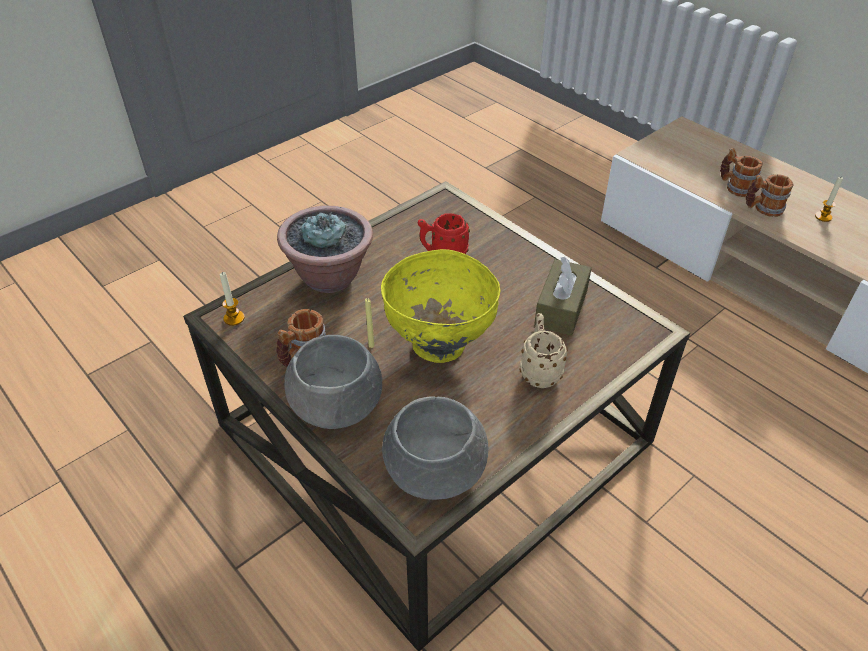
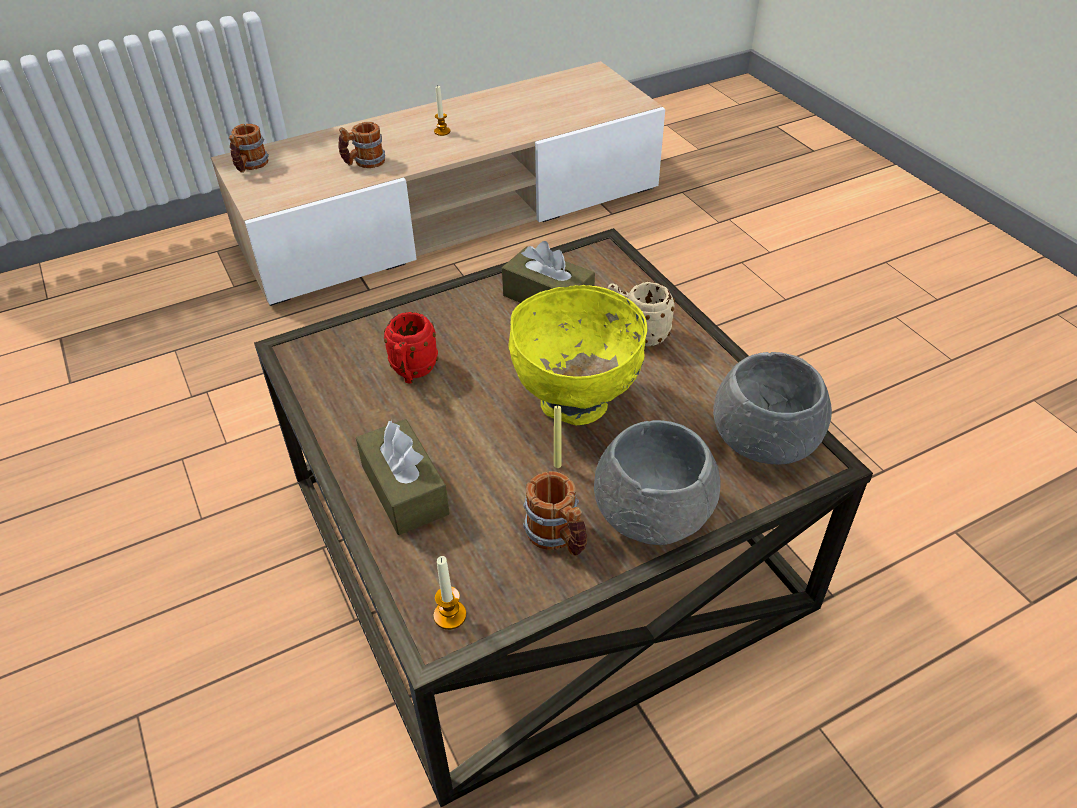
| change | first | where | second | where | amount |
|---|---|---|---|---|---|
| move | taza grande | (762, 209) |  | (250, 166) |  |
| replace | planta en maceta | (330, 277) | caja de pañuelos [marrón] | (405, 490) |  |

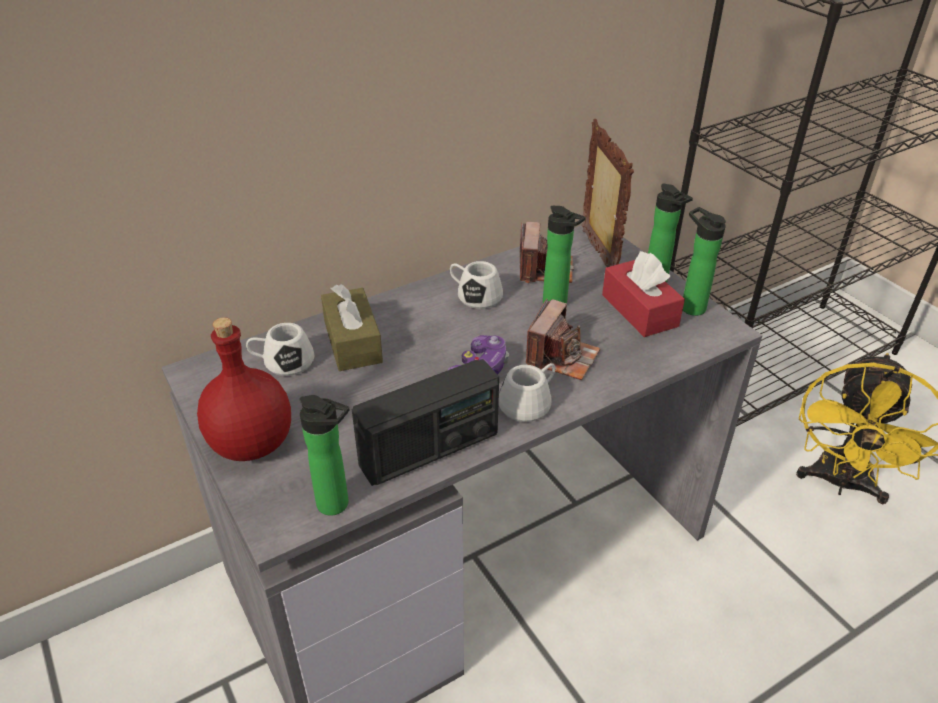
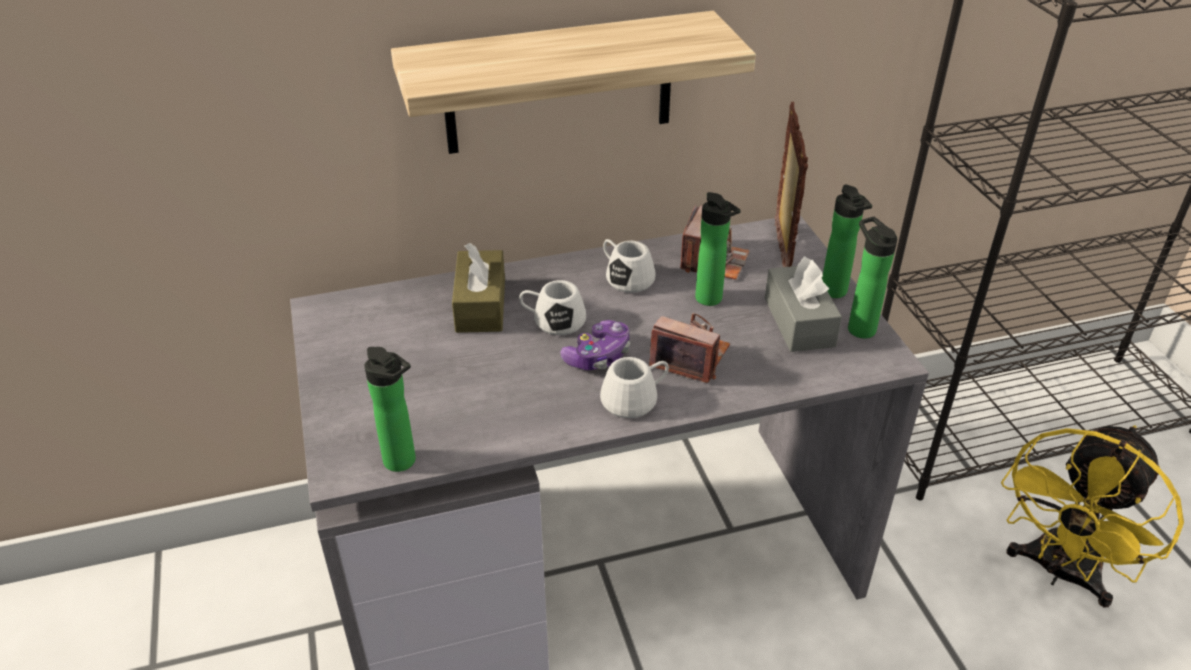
| change | first | where | second | where | amount |
|---|---|---|---|---|---|
| delete | botella [rojo] | (250, 444) |  |  |  |
| delete | radio | (430, 449) |  |  |  |
| insert |  |  | estante | (559, 84) |  |
| move | taza grande [blanco] | (282, 362) |  | (553, 320) |  |
| recolor | caja de pañuelos [rojo] | (639, 310) | caja de pañuelos [gris] | (799, 322) |  |
| rotate | cámara | (561, 357) |  | (690, 357) | 105 degrees counterclockwise |

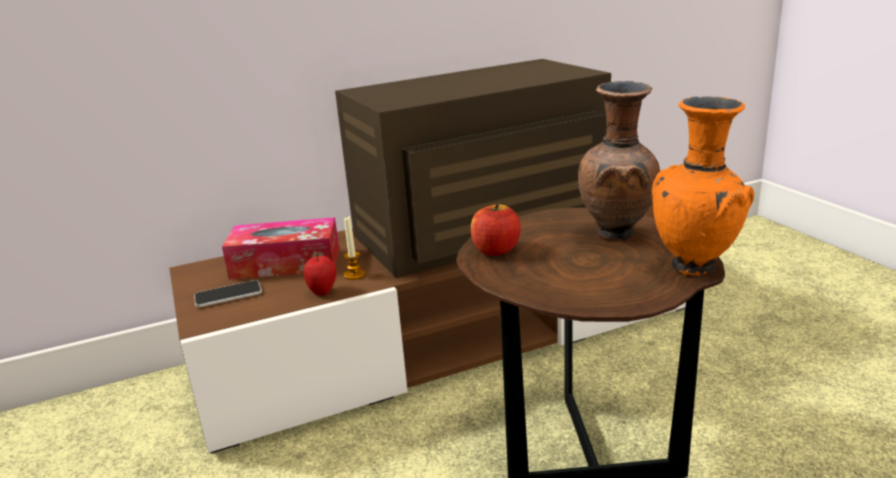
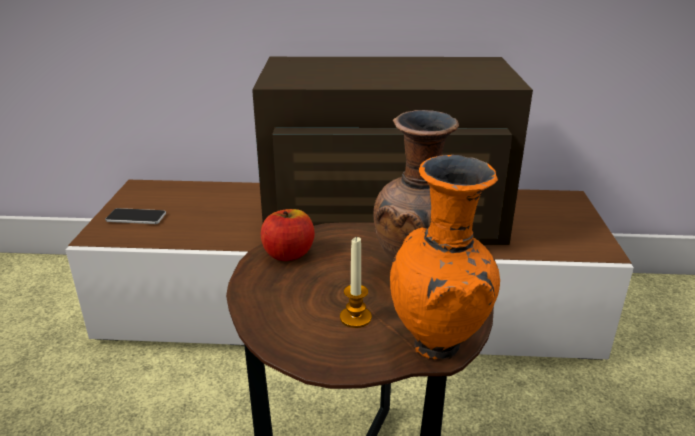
| change | first | where | second | where | amount |
|---|---|---|---|---|---|
| delete | caja de pañuelos | (286, 263) |  |  |  |
| delete | manzana | (322, 292) |  |  |  |
| move | vela | (354, 275) |  | (355, 318) |  |

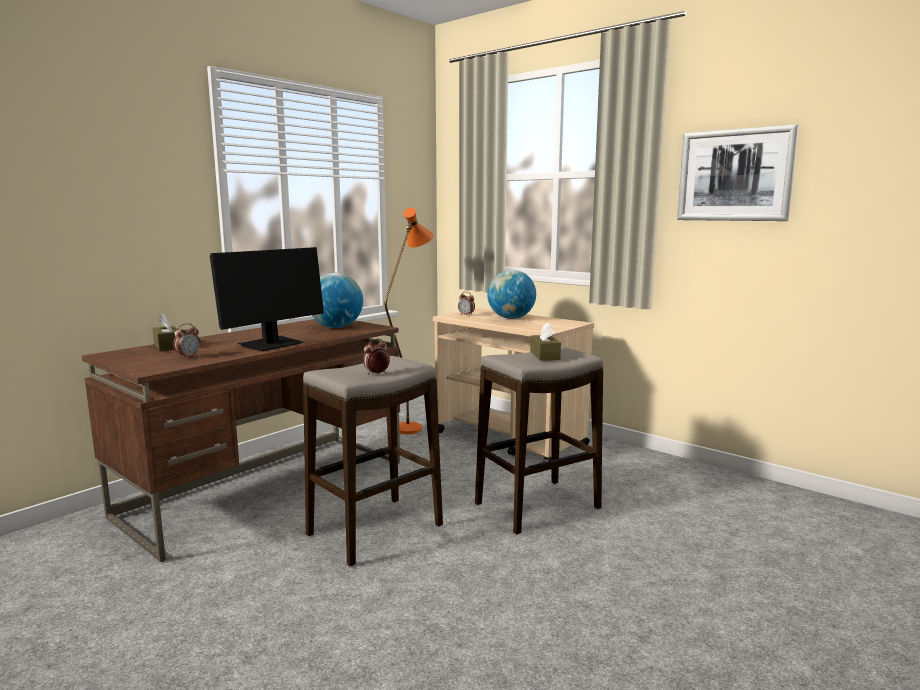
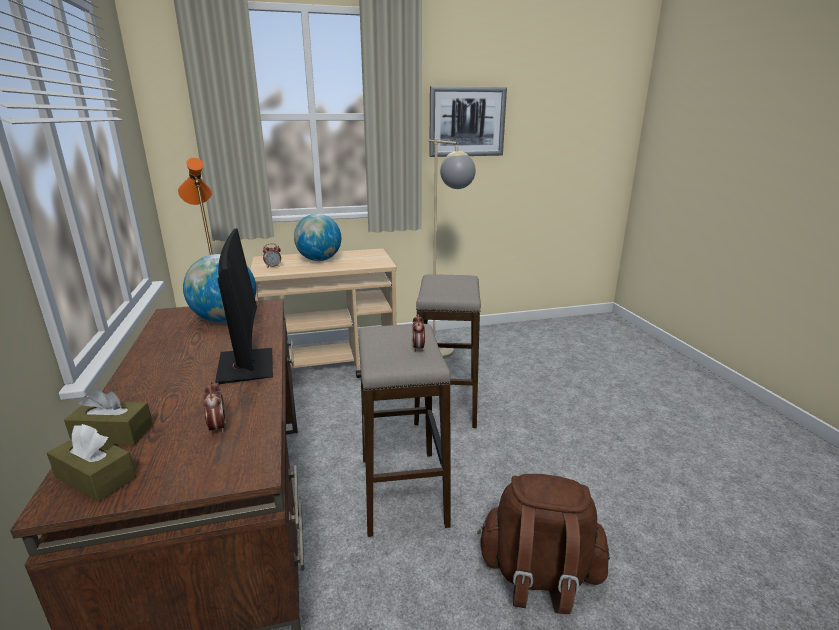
| change | first | where | second | where | amount |
|---|---|---|---|---|---|
| insert |  |  | lámpara de pie [beis] | (443, 356) |  |
| insert |  |  | mochila [marrón] | (539, 575) |  |
| move | caja de pañuelos [marrón] | (544, 355) |  | (96, 478) |  |

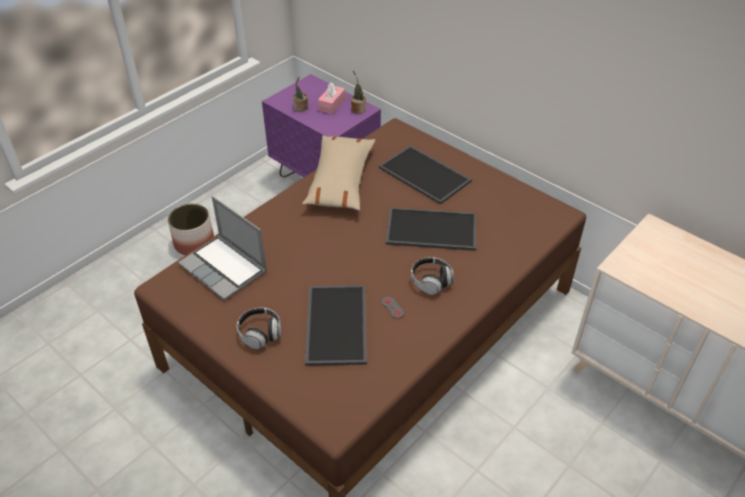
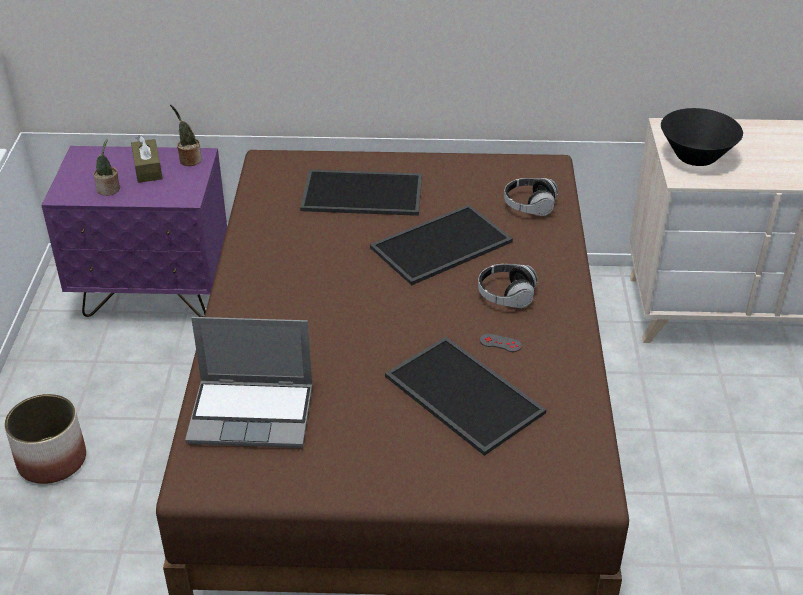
| change | first | where | second | where | amount |
|---|---|---|---|---|---|
| delete | cojín [beis] | (340, 181) |  |  |  |
| insert |  |  | cuenco [negro] | (695, 157) |  |
| move | auriculares | (260, 334) |  | (529, 206) |  |
| recolor | caja de pañuelos [rosa] | (332, 105) | caja de pañuelos [marrón] | (148, 169) |  |

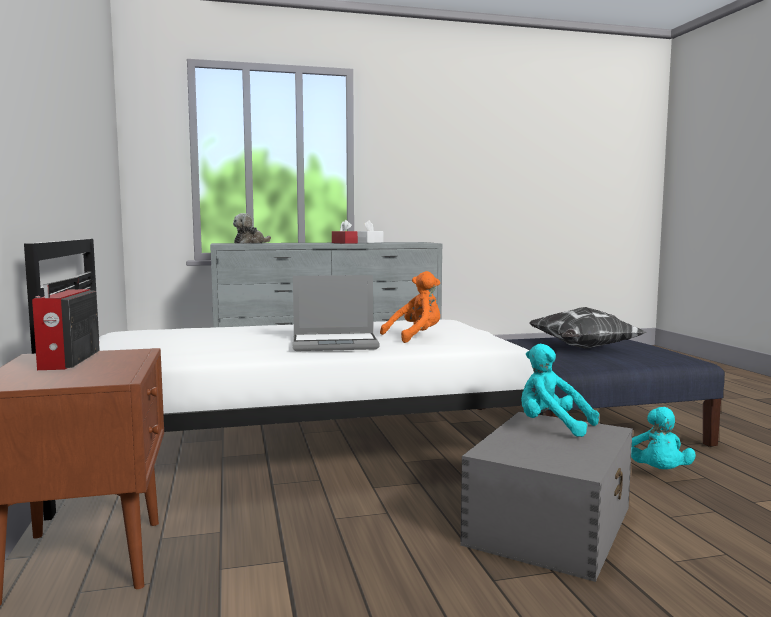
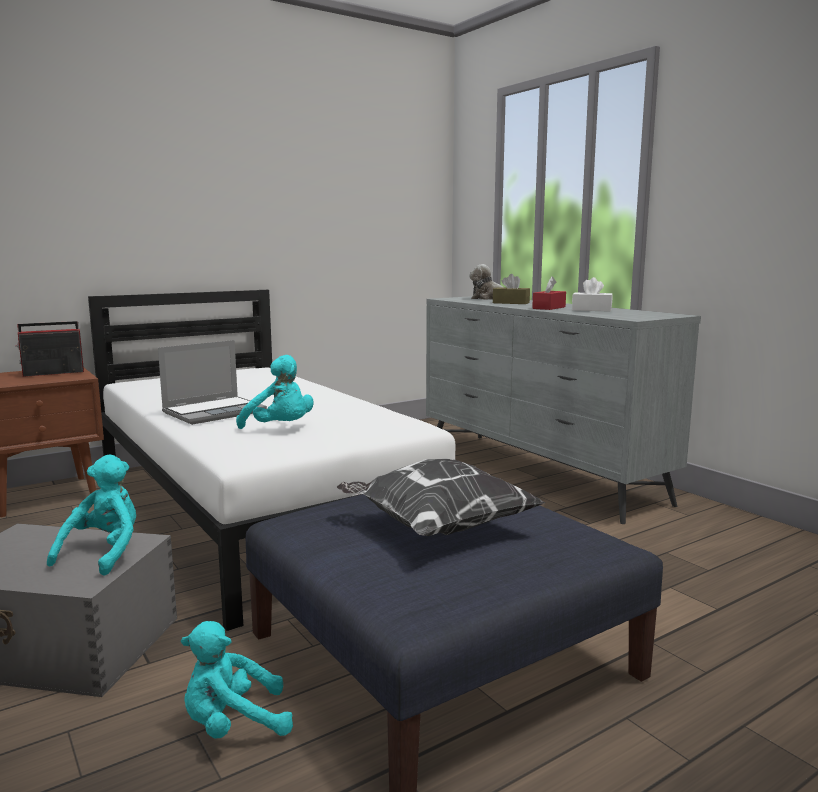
| change | first | where | second | where | amount |
|---|---|---|---|---|---|
| insert |  |  | caja de pañuelos [marrón] | (511, 303) |  |
| recolor | peluche [naranja] | (416, 337) | peluche [turquesa] | (280, 429) |  |
| rotate | portátil | (336, 344) |  | (215, 412) | 105 degrees counterclockwise |

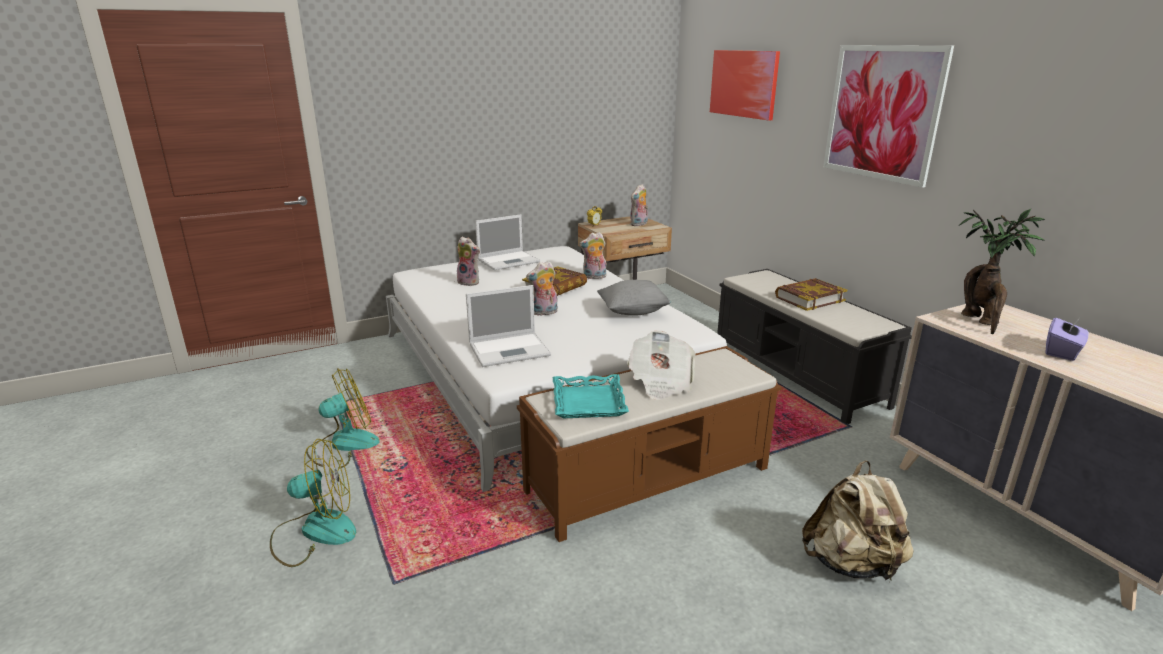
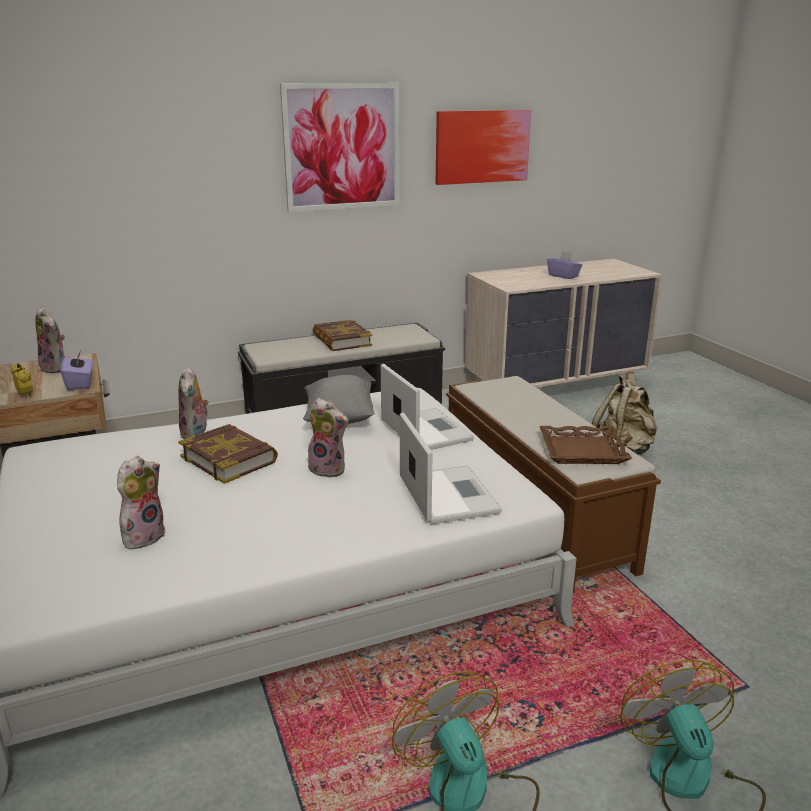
| change | first | where | second | where | amount |
|---|---|---|---|---|---|
| delete | periódico | (660, 382) |  |  |  |
| delete | planta en maceta | (980, 322) |  |  |  |
| insert |  |  | caja de pañuelos [morado] | (80, 383) |  |
| move | portátil | (509, 260) |  | (424, 430) |  |
| move | cuadro | (744, 83) |  | (482, 146) |  |
| recolor | bandeja [turquesa] | (588, 402) | bandeja [marrón] | (582, 451) |  |
| rotate | peluche | (544, 313) |  | (329, 469) | 45 degrees counterclockwise |

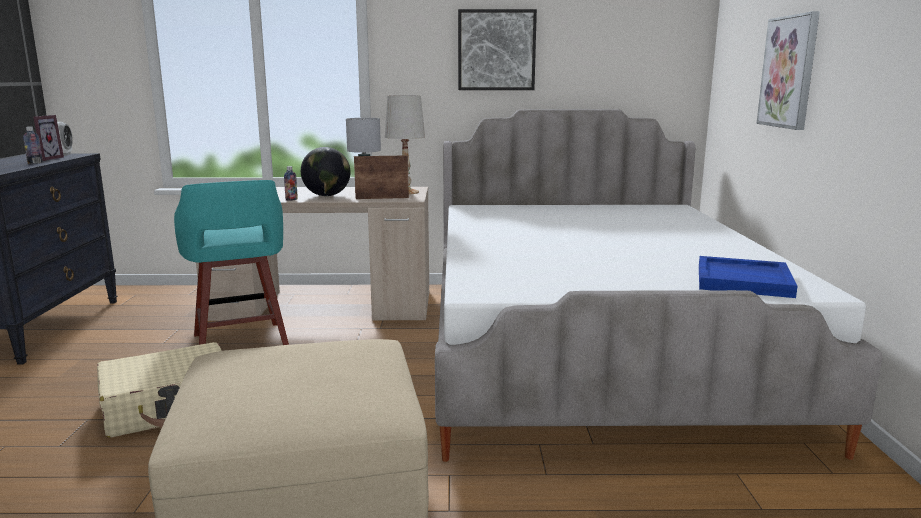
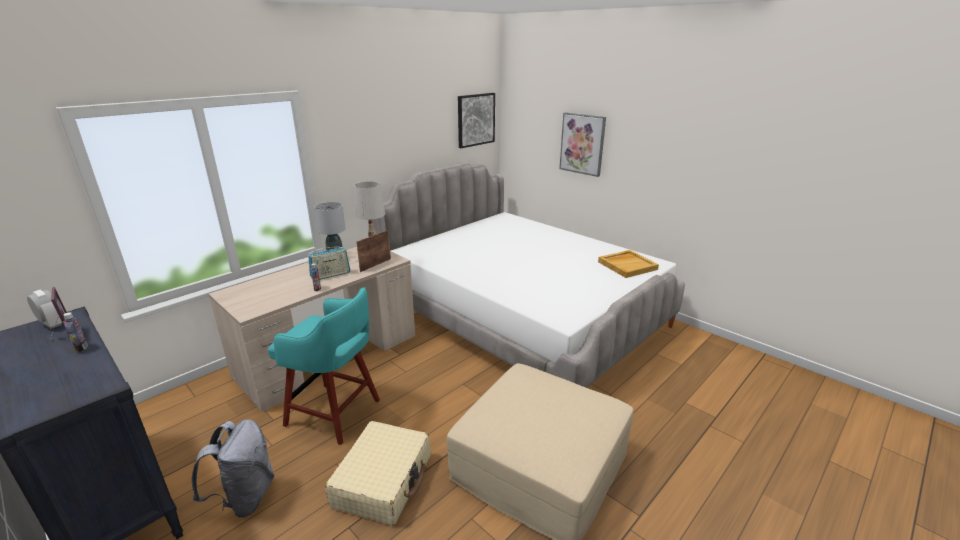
| change | first | where | second | where | amount |
|---|---|---|---|---|---|
| insert |  |  | mochila [gris] | (245, 497) |  |
| move | cuadro | (496, 50) |  | (475, 120) |  |
| replace | globo terráqueo | (327, 195) | radio | (330, 275) |  |
| recolor | bandeja [azul] | (744, 280) | bandeja [beis] | (627, 265) |  |

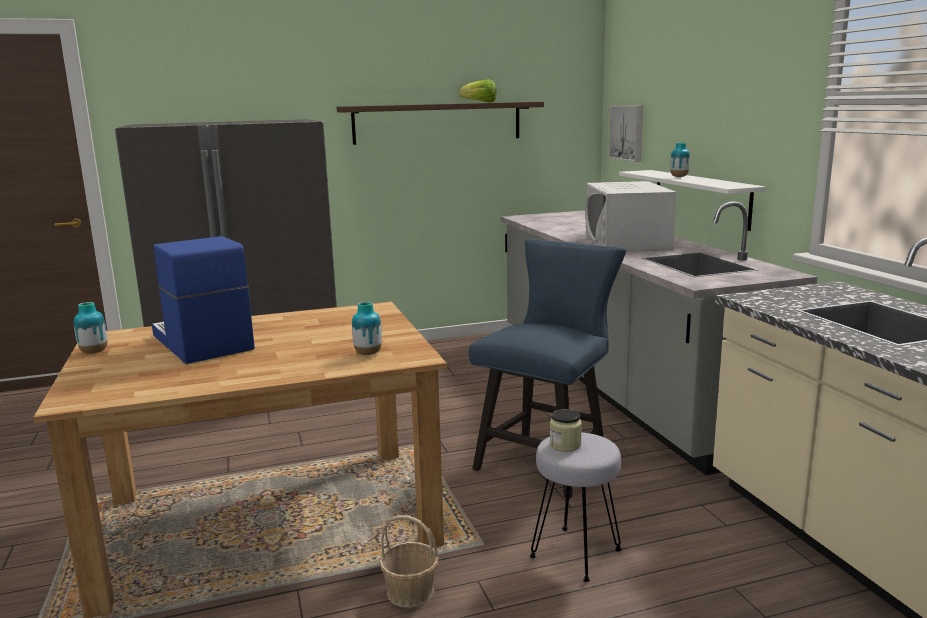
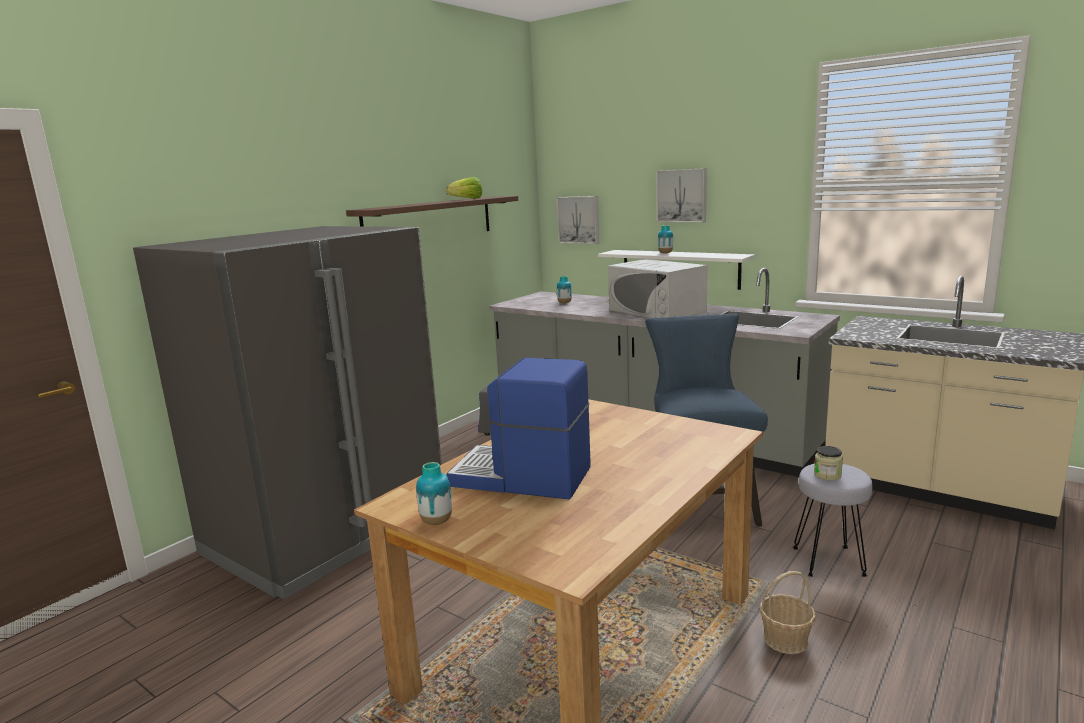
| change | first | where | second | where | amount |
|---|---|---|---|---|---|
| insert |  |  | cuadro | (682, 195) |  |
| move | florero | (368, 353) |  | (564, 303) |  |

